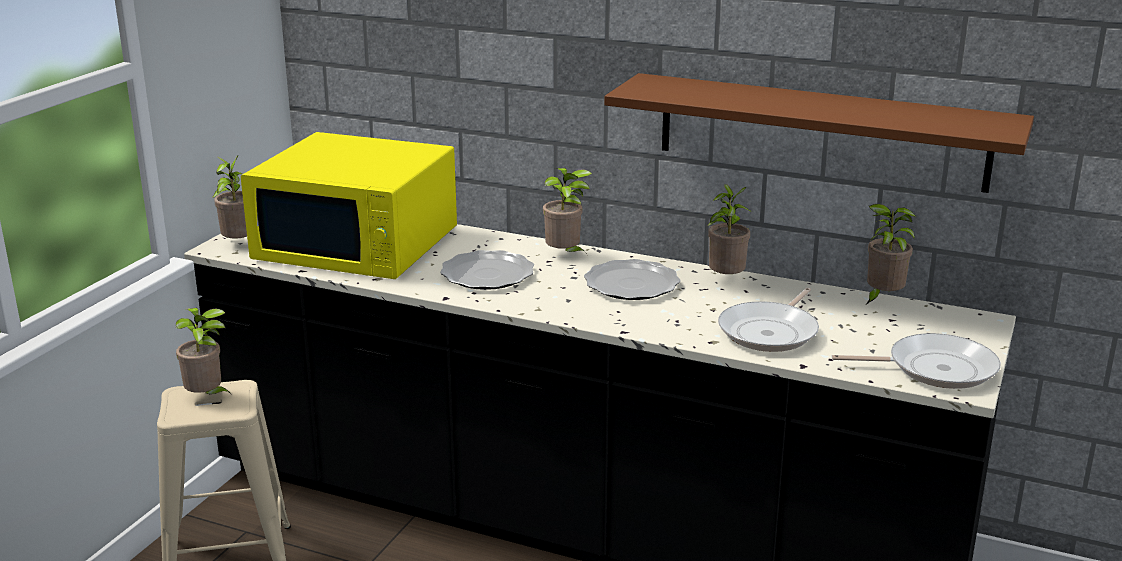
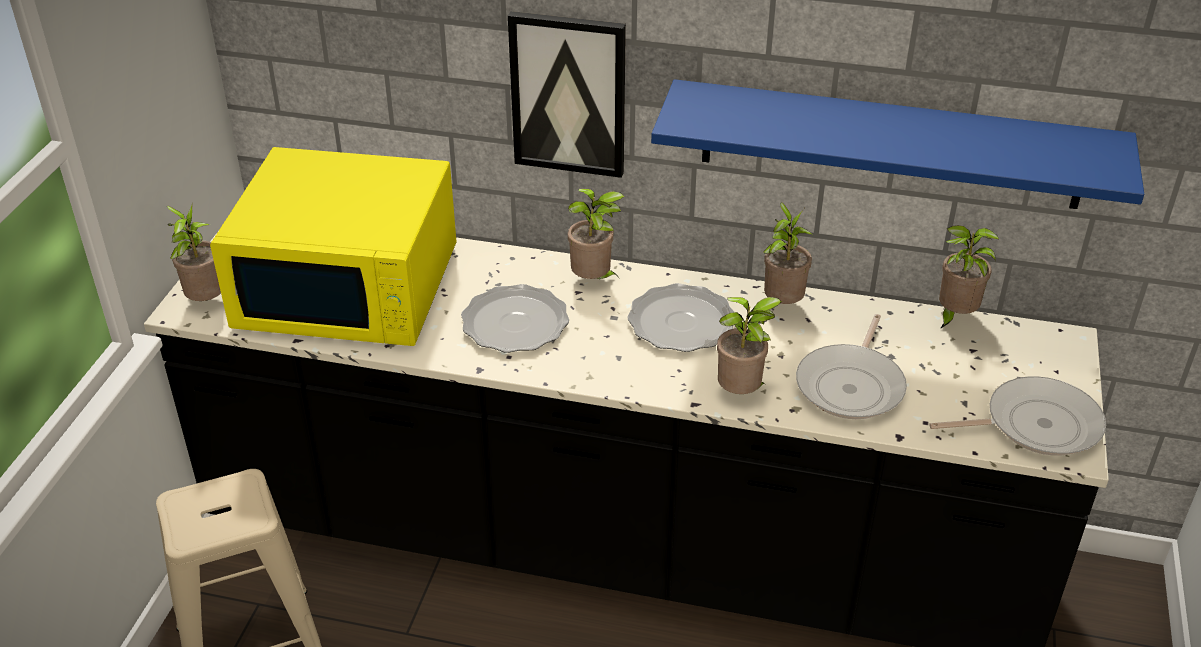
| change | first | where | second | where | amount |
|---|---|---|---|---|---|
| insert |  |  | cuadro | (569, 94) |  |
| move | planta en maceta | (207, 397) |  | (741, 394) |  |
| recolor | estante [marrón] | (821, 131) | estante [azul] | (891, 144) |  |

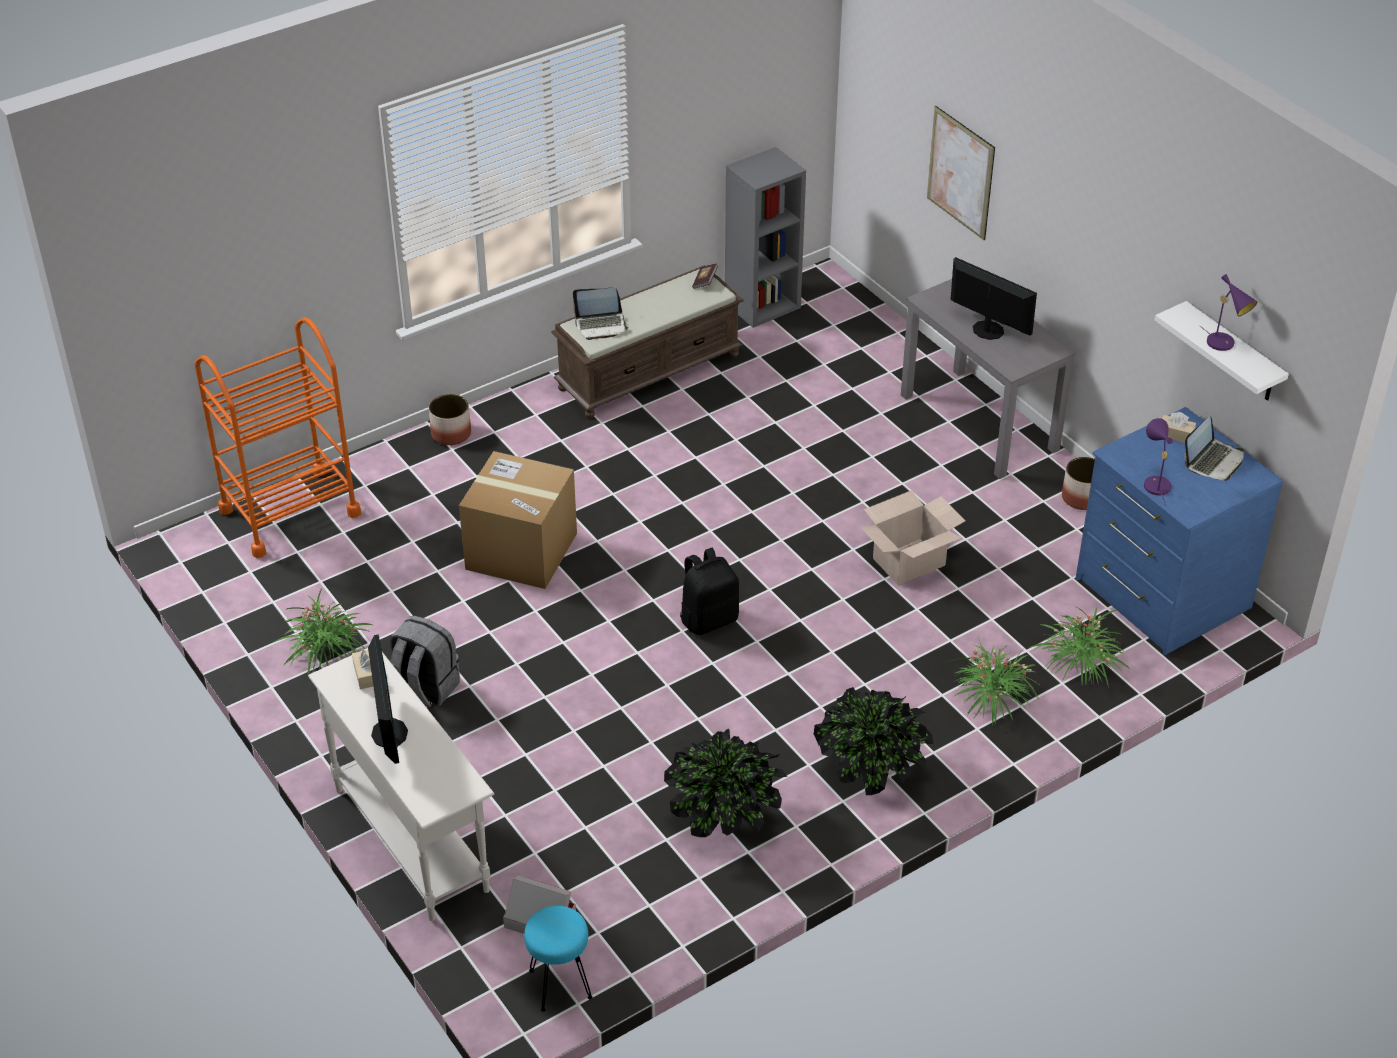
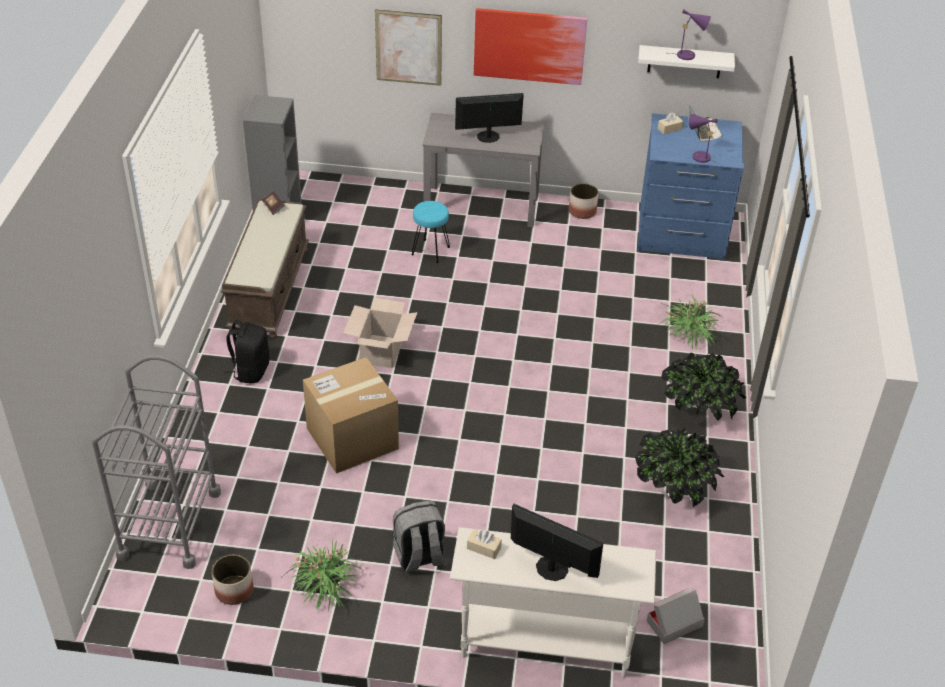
| change | first | where | second | where | amount |
|---|---|---|---|---|---|
| delete | portátil | (601, 325) |  |  |  |
| delete | planta en maceta | (1080, 662) |  |  |  |
| insert |  |  | cuadro | (529, 45) |  |
| move | maceta | (451, 433) |  | (234, 590) |  |
| move | taburete [turquesa] | (559, 984) |  | (430, 251) |  |
| move | mochila [negro] | (709, 619) |  | (250, 371) |  |
| move | caja de cartón | (909, 562) |  | (382, 351) |  |
| recolor | carrito [naranja] | (290, 512) | carrito [gris] | (169, 524) |  |

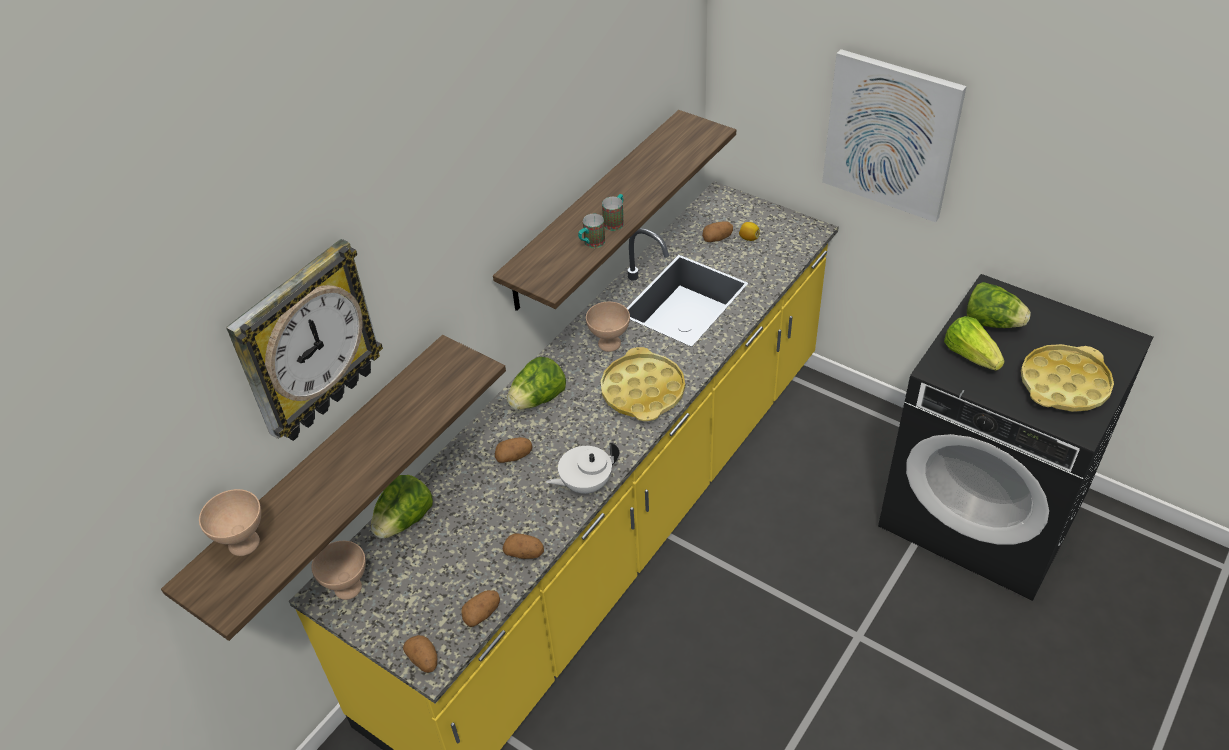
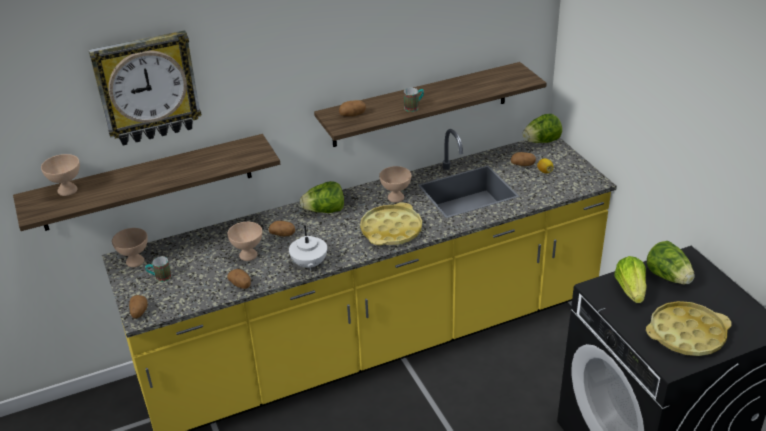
| change | first | where | second | where | amount |
|---|---|---|---|---|---|
| delete | cuadro | (891, 135) |  |  |  |
| insert |  |  | cuenco [beis] | (248, 255) |  |
| move | lechuga | (404, 521) |  | (541, 142) |  |
| move | patata | (482, 614) |  | (352, 115) |  |
| move | taza grande | (591, 244) |  | (159, 277) |  |
| rotate | tetera [blanco] | (585, 484) |  | (309, 264) | 105 degrees counterclockwise |

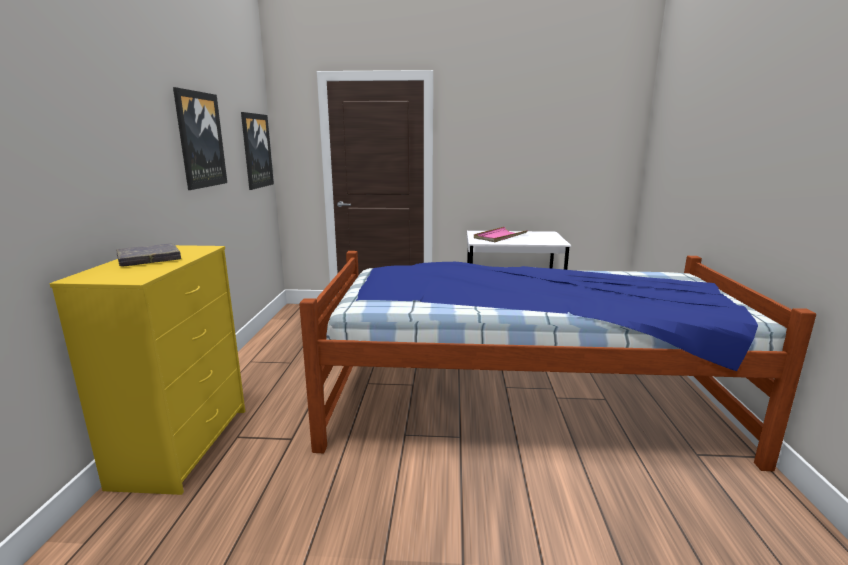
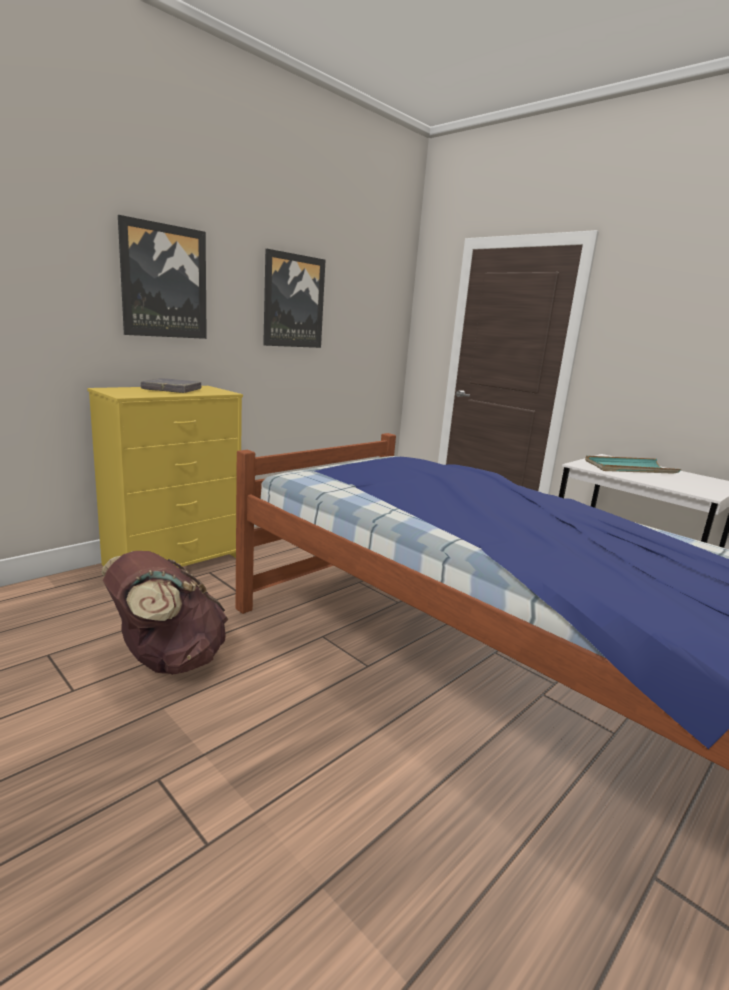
| change | first | where | second | where | amount |
|---|---|---|---|---|---|
| insert |  |  | mochila [marrón] | (168, 660) |  |
| move | cuadro | (256, 151) |  | (164, 281) |  |
| recolor | bandeja [rosa] | (500, 236) | bandeja [turquesa] | (629, 468) |  |

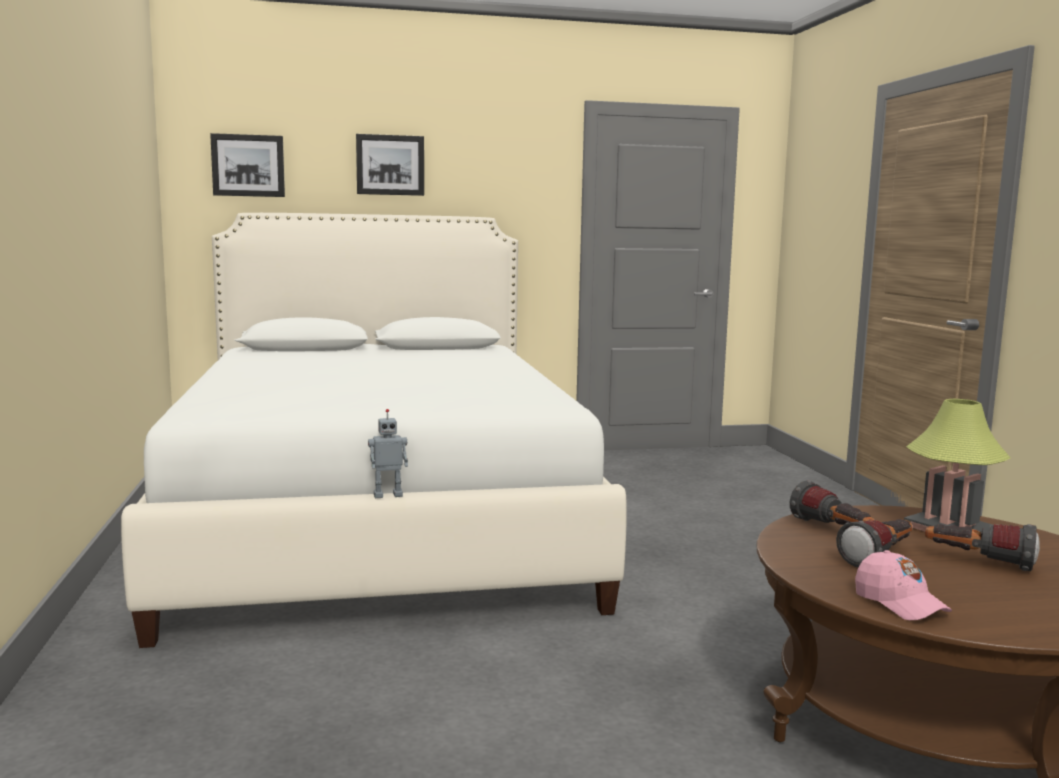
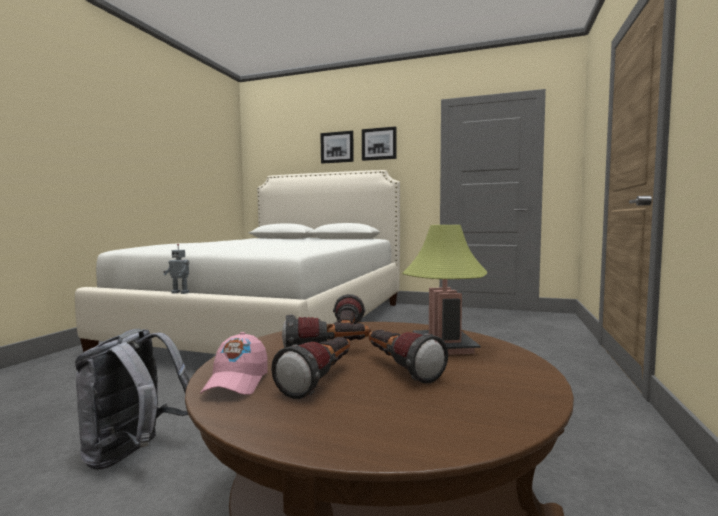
| change | first | where | second | where | amount |
|---|---|---|---|---|---|
| insert |  |  | mochila [gris] | (134, 454) |  |
| insert |  |  | linterna | (321, 381) |  |
| move | cuadro | (248, 165) |  | (379, 144) |  |

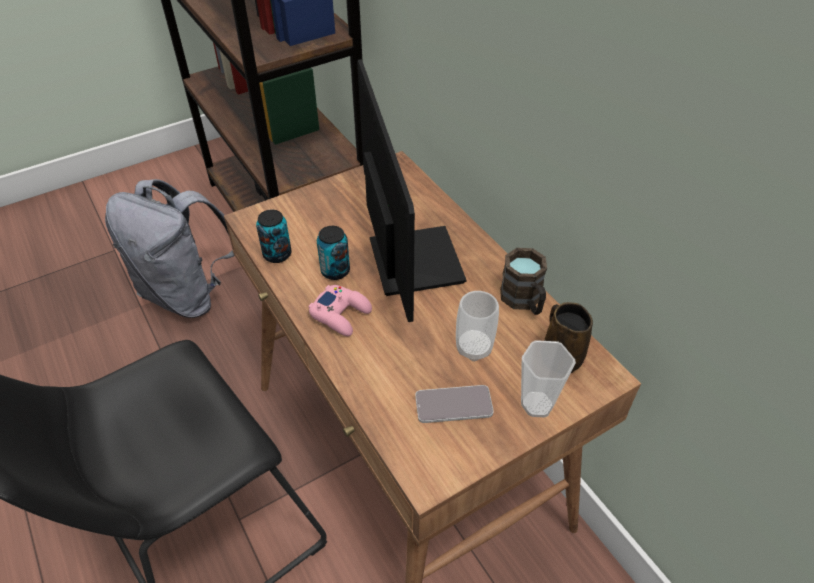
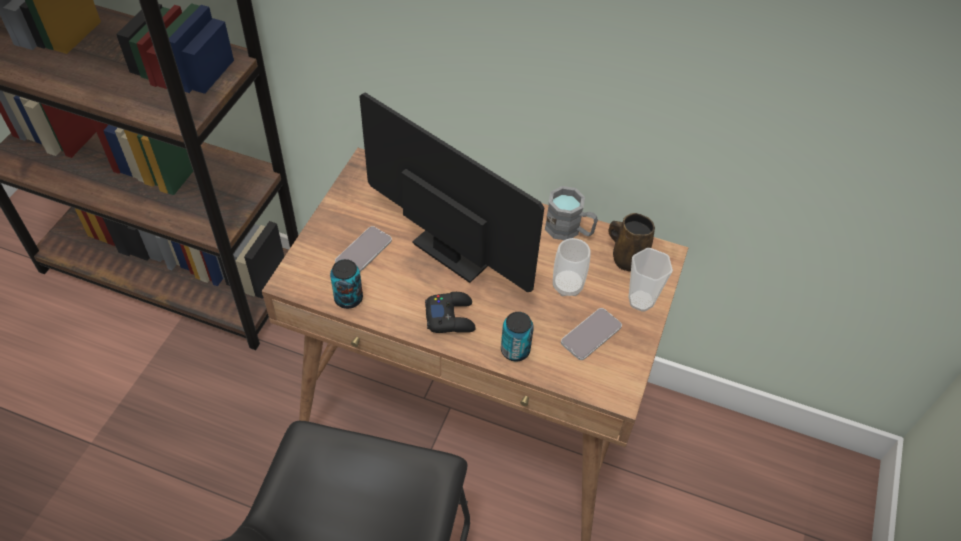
| change | first | where | second | where | amount |
|---|---|---|---|---|---|
| delete | mochila [gris] | (188, 293) |  |  |  |
| insert |  |  | móvil | (363, 251) |  |
| move | lata | (335, 271) |  | (515, 350) |  |
| recolor | mando de consola [rosa] | (341, 314) | mando de consola [negro] | (450, 317) |  |
| recolor | taza grande [marrón] | (524, 301) | taza grande [gris] | (569, 230) |  |

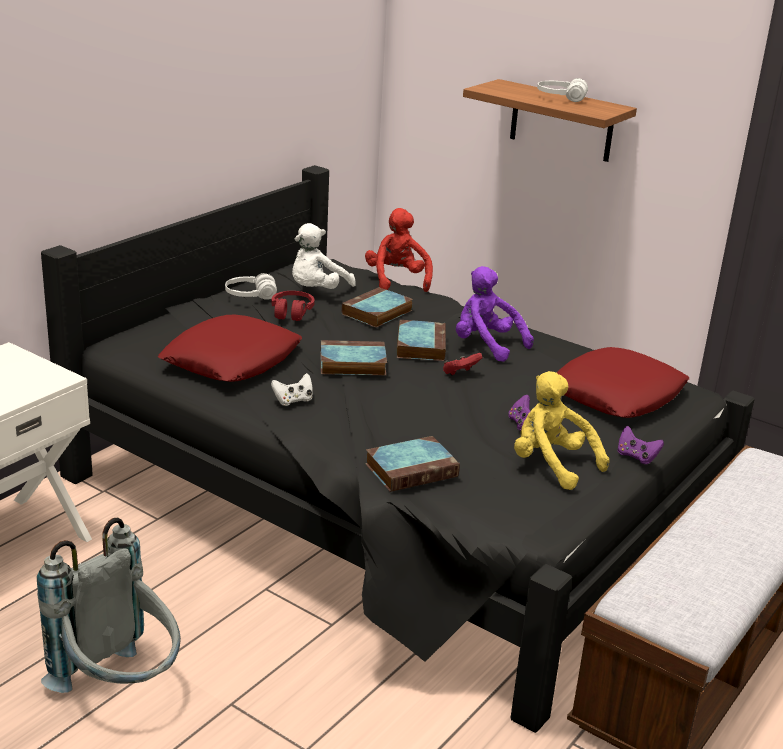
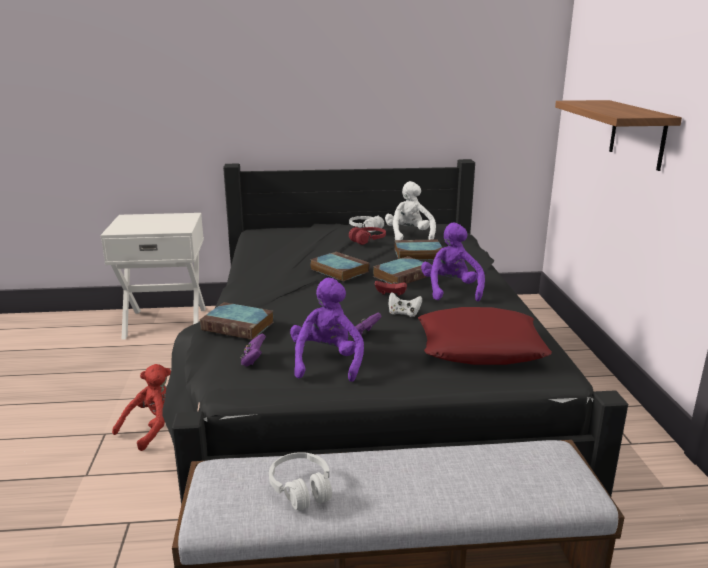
| change | first | where | second | where | amount |
|---|---|---|---|---|---|
| delete | mochila [gris] | (120, 687) |  |  |  |
| delete | cojín [rojo] | (232, 360) |  |  |  |
| move | mando de consola [blanco] | (293, 400) |  | (403, 313) |  |
| move | peluche [rojo] | (397, 280) |  | (152, 428) |  |
| move | auriculares [blanco] | (561, 98) |  | (301, 489) |  |
| move | mando de consola [morado] | (636, 457) |  | (253, 360) |  |
| recolor | peluche [amarillo] | (551, 465) | peluche [morado] | (327, 362) |  |
| rotate | peluche [blanco] | (317, 291) |  | (409, 236) | 90 degrees clockwise |

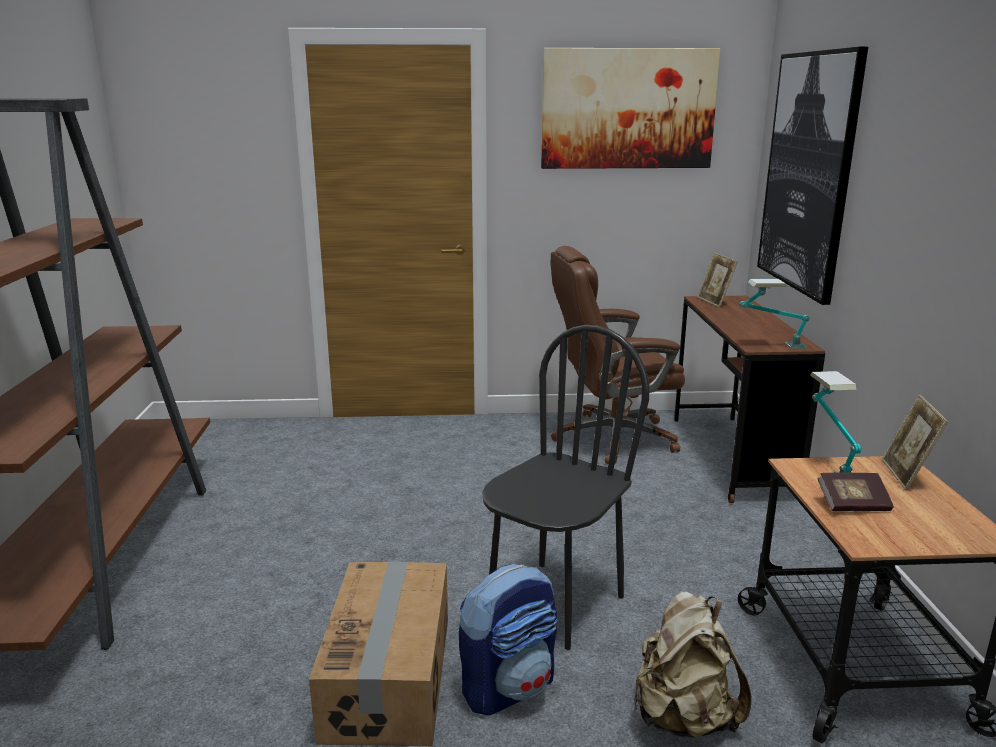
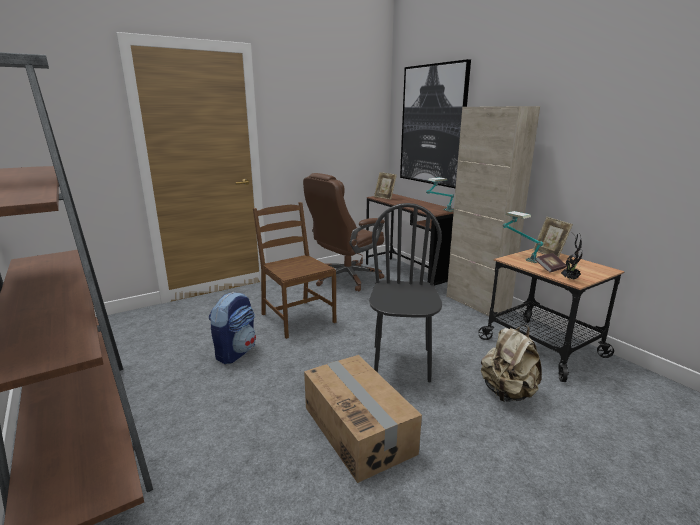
| change | first | where | second | where | amount |
|---|---|---|---|---|---|
| delete | cuadro | (628, 109) |  |  |  |
| insert |  |  | silla [marrón] | (296, 318) |  |
| insert |  |  | armario [beis] | (477, 304) |  |
| insert |  |  | planta en maceta | (570, 279) |  |
| move | mochila | (509, 687) |  | (236, 352) |  |

